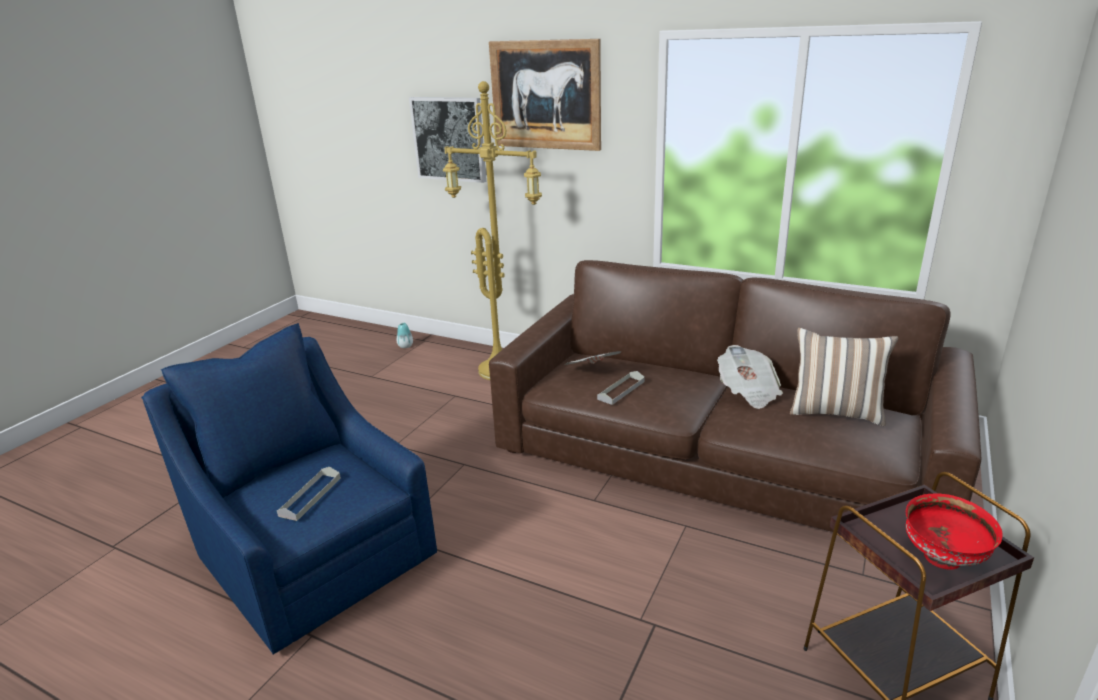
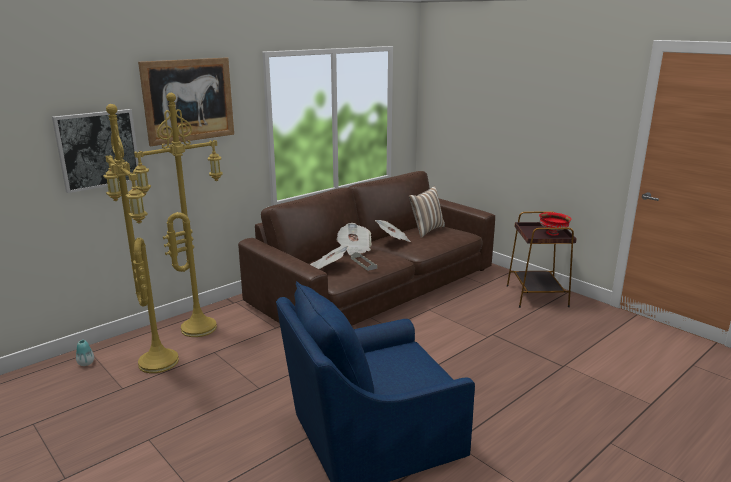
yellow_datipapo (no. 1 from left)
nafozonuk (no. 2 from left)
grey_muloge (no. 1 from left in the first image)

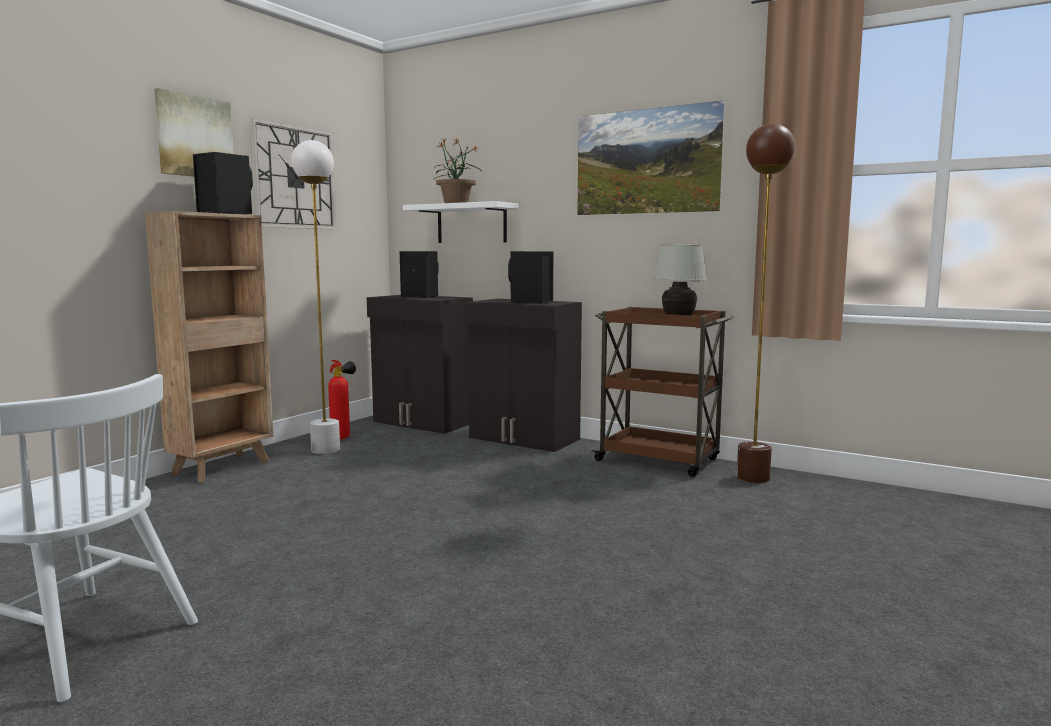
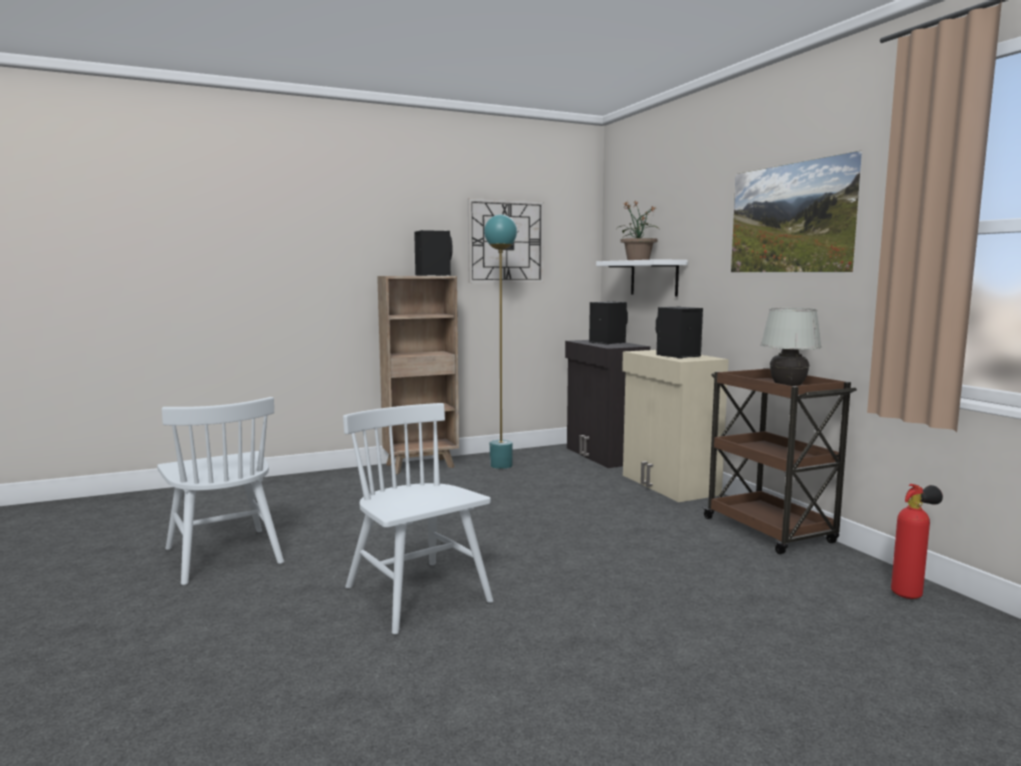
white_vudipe (no. 2 from left)
turquoise_datipapo
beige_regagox
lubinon
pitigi (no. 1 from left in the first image)
brown_datipapo

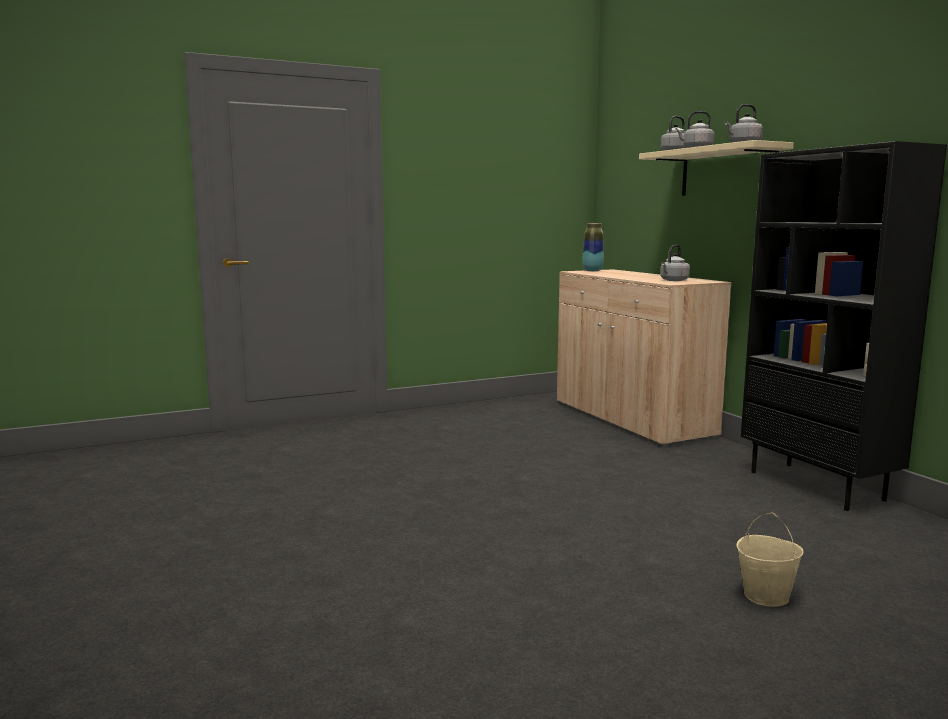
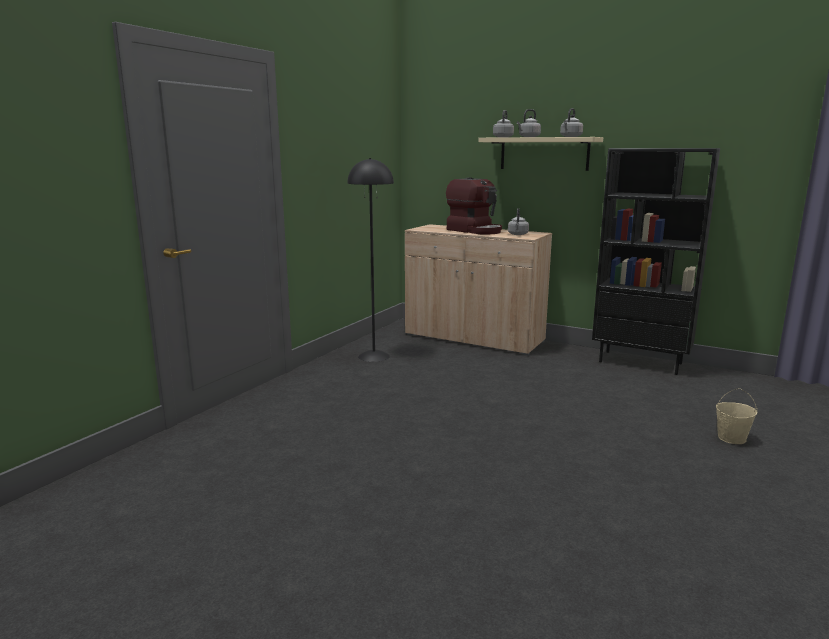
black_datipapo
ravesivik
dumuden

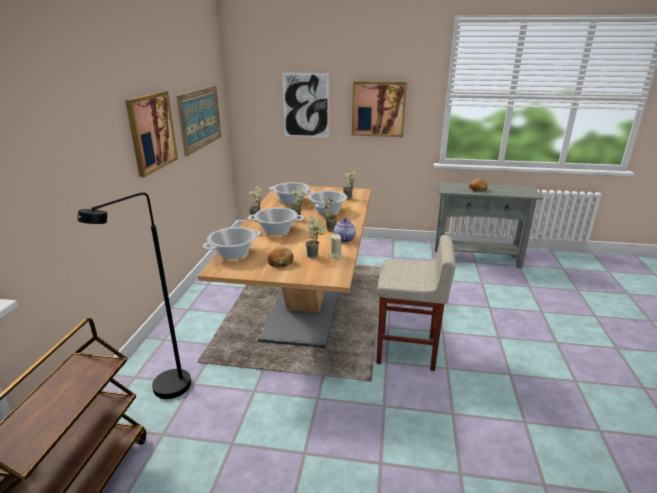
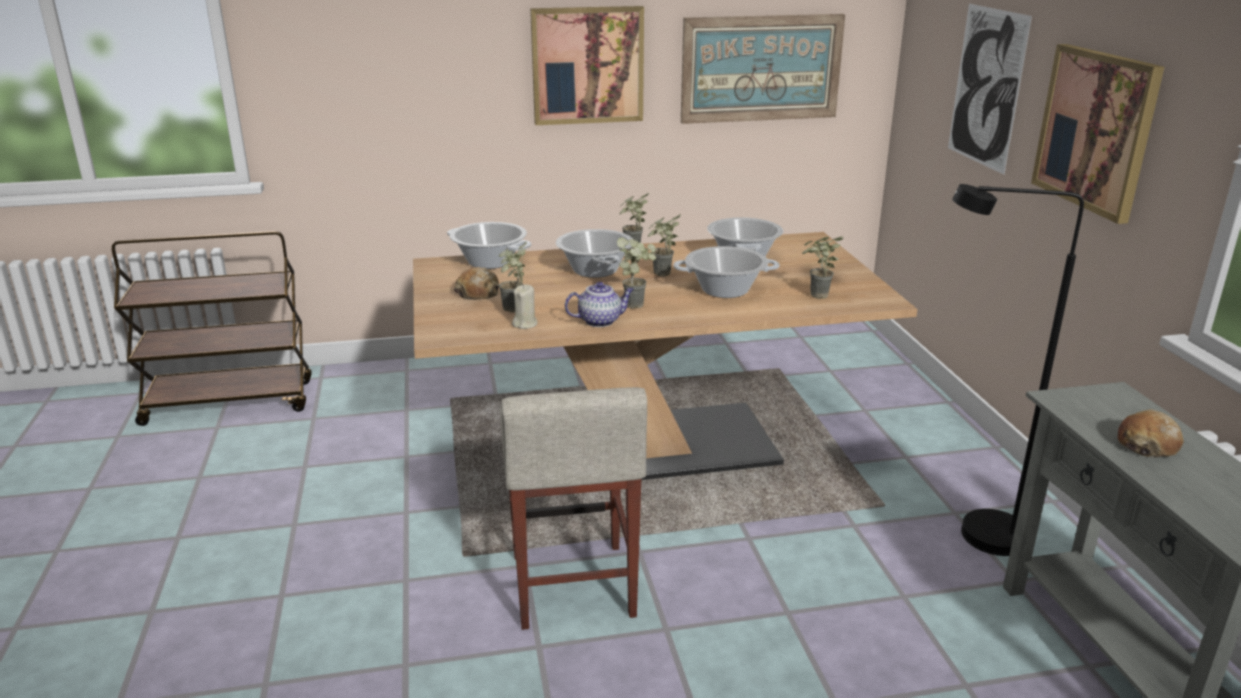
black_datipapo

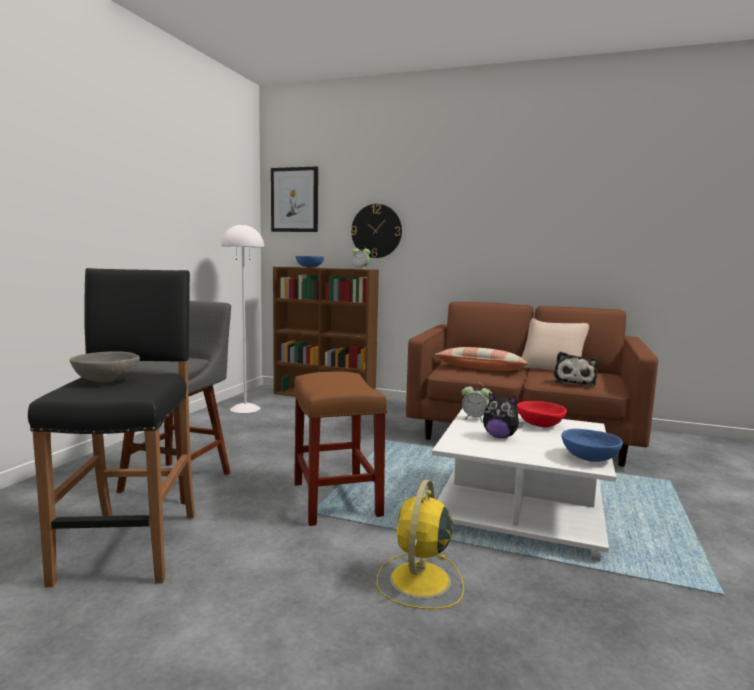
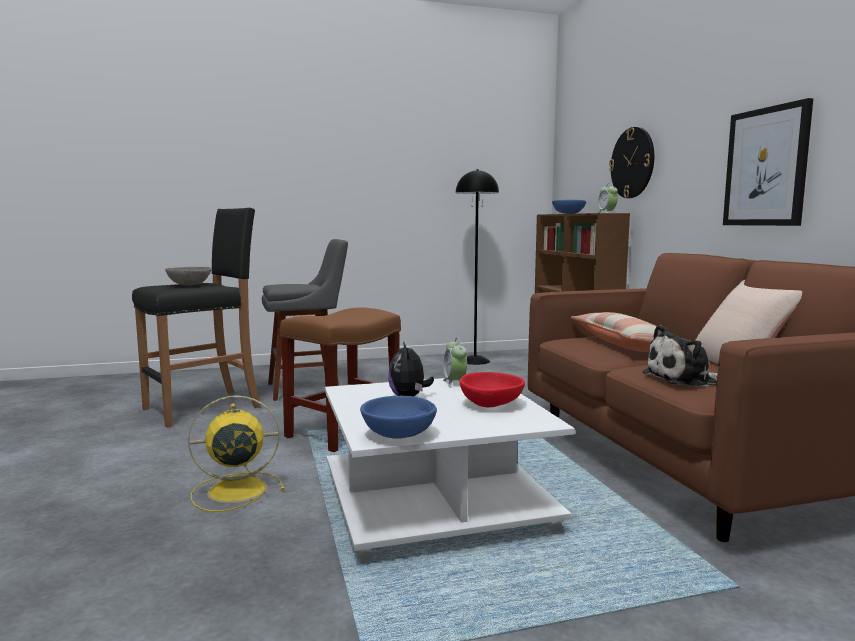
black_datipapo
pitigi

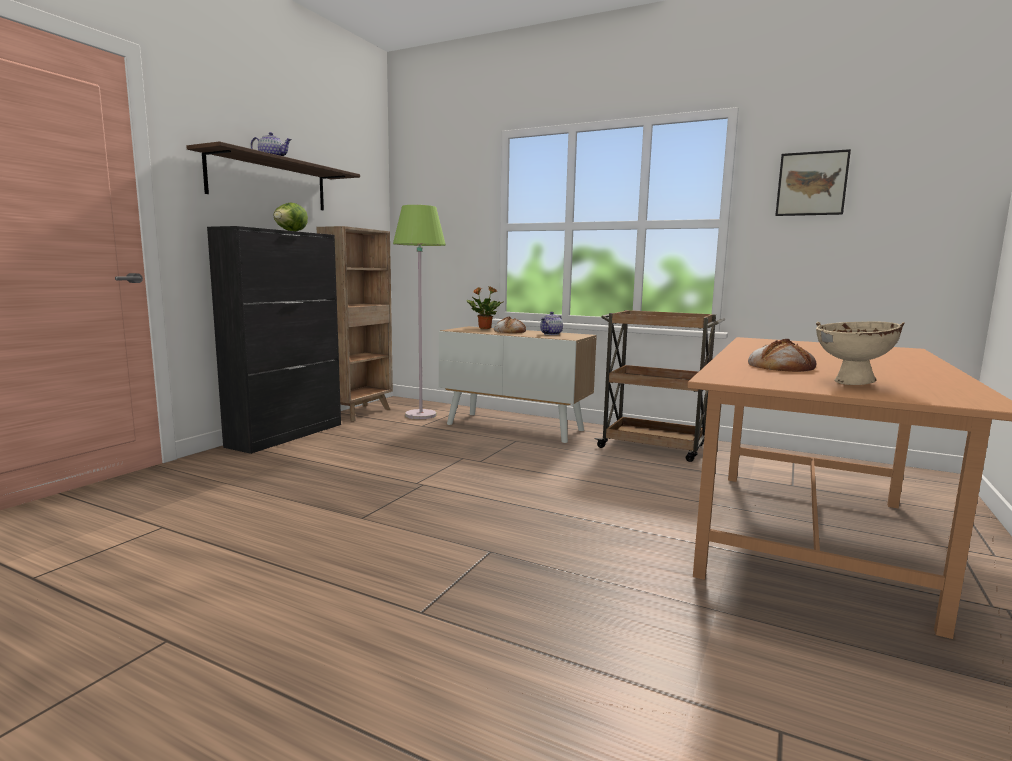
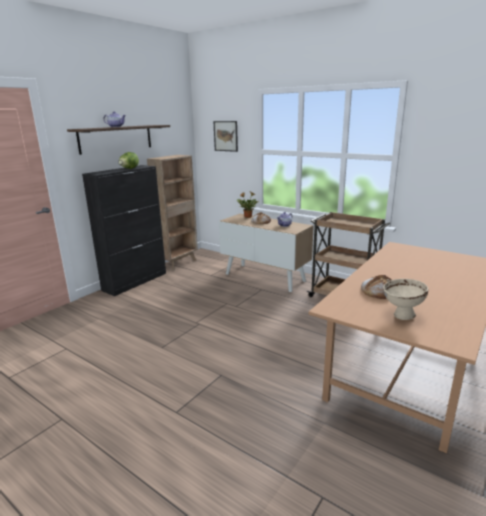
pitigi
green_datipapo

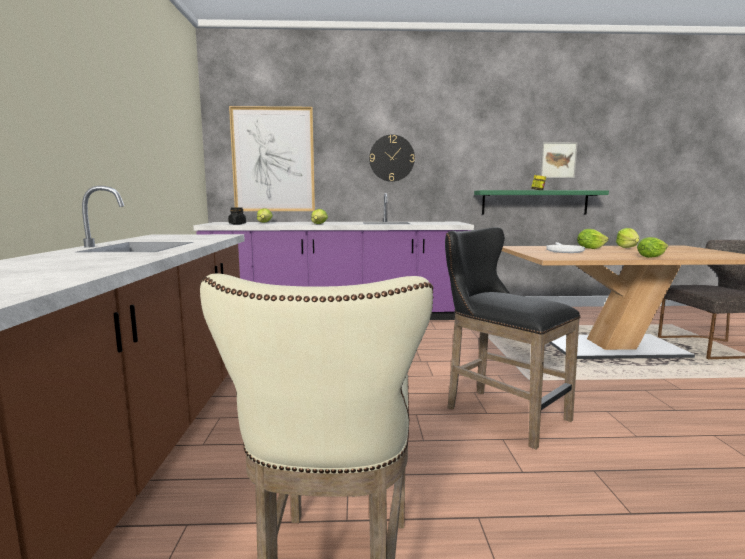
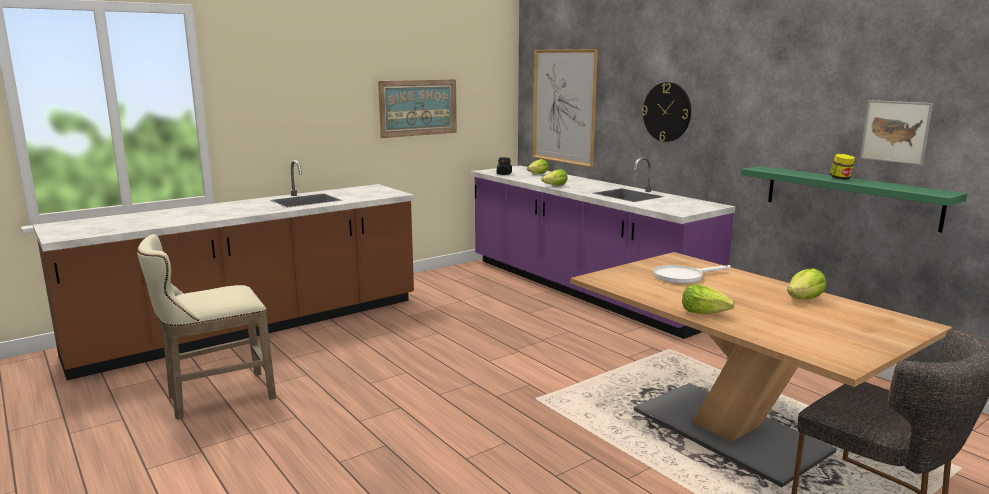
pitigi (no. 1 from left)
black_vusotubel
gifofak (no. 3 from left in the first image)

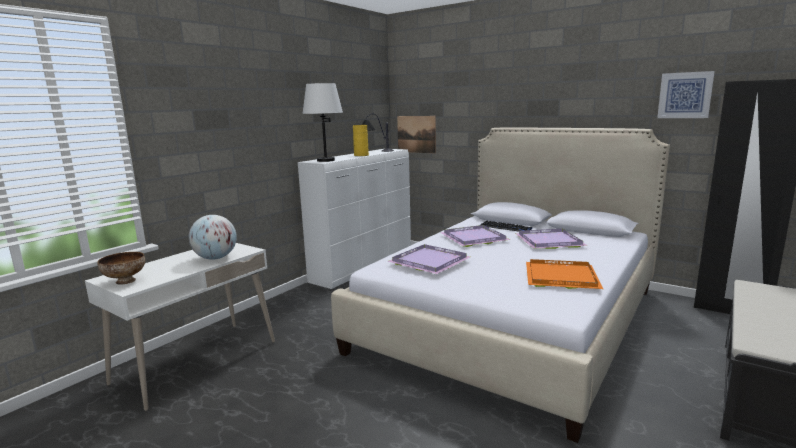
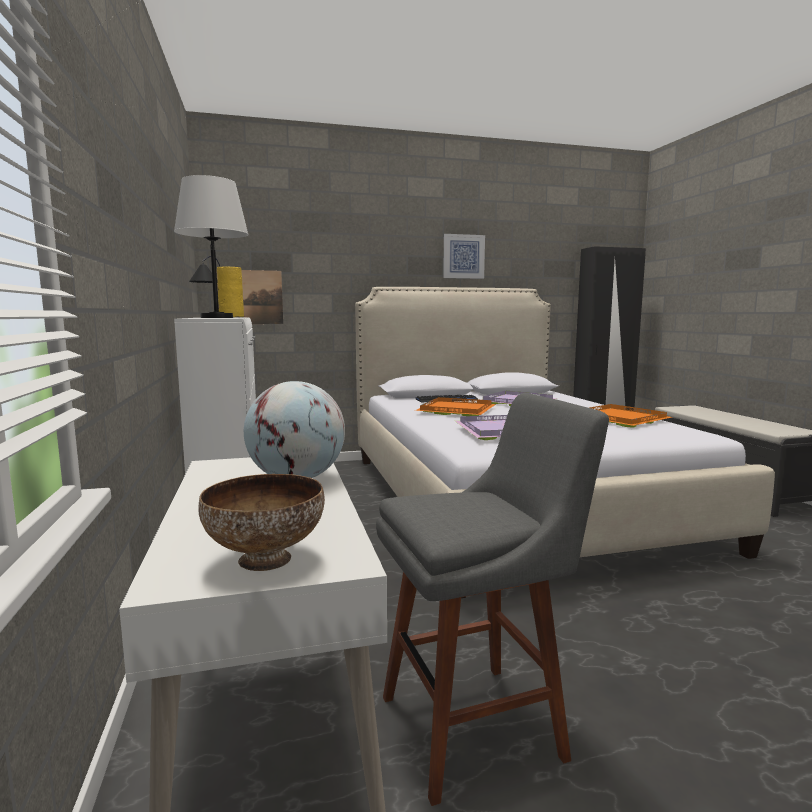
grey_vusotubel
orange_muloge (no. 1 from left)
pitigi (no. 2 from left)

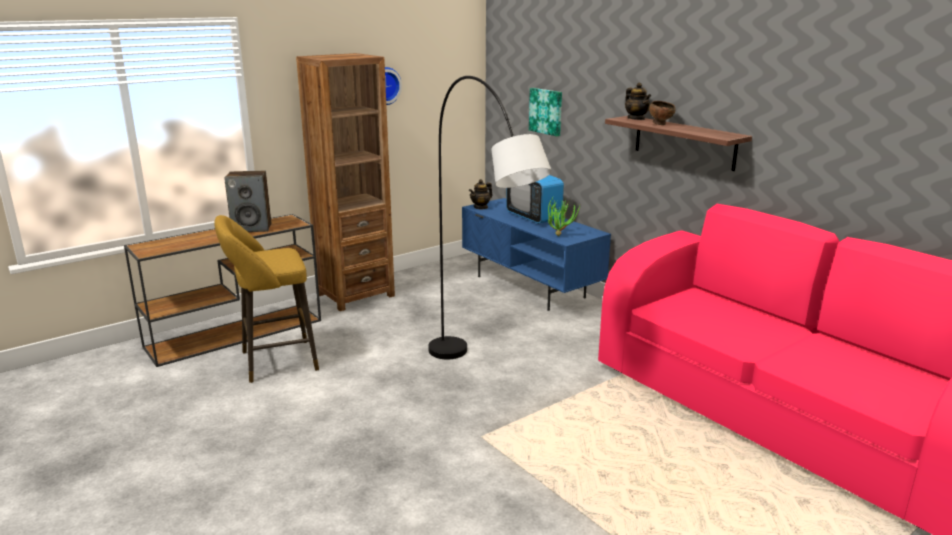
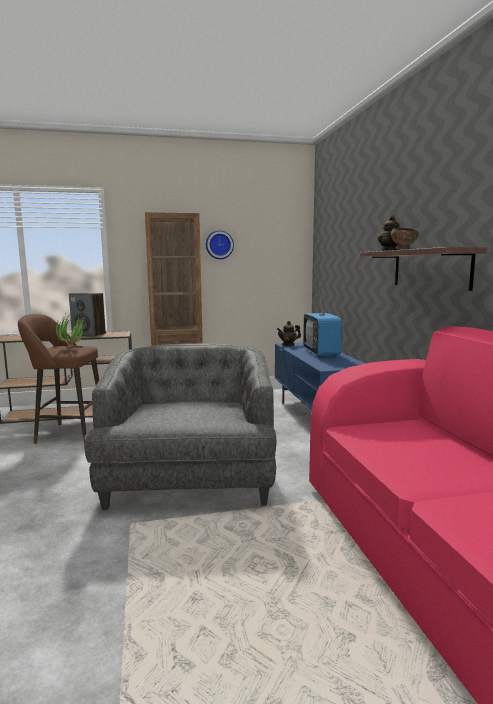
brown_vusotubel
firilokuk
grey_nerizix
pitigi

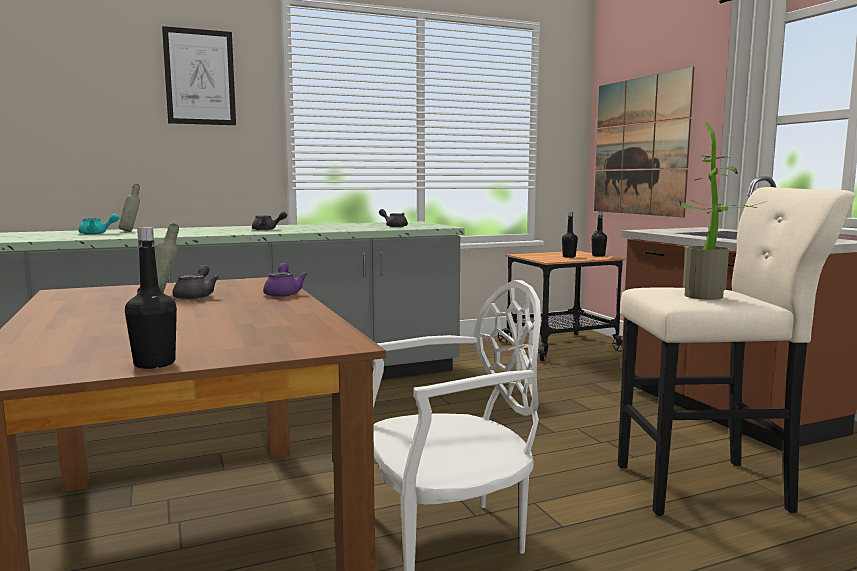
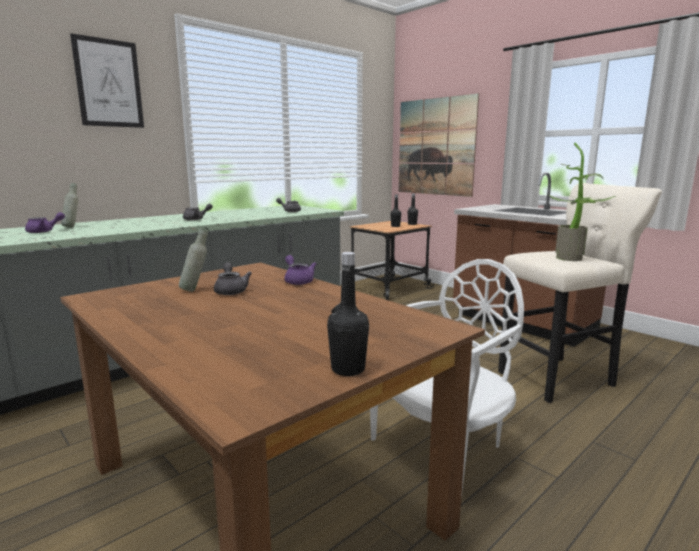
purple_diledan (no. 1 from left)

